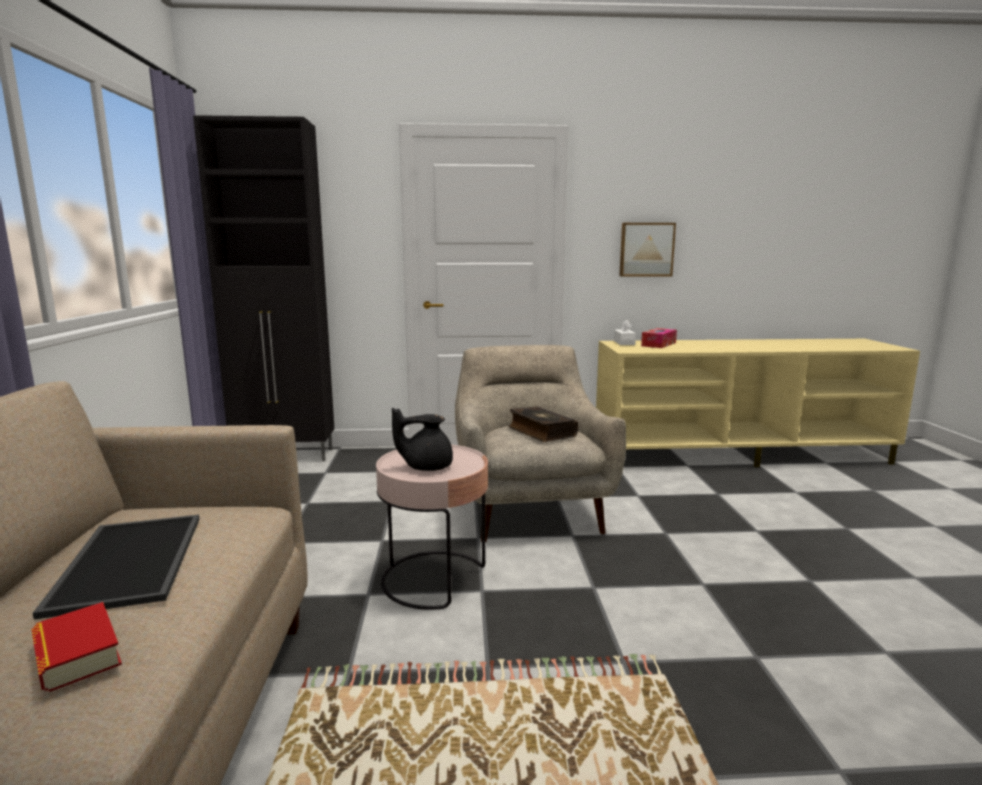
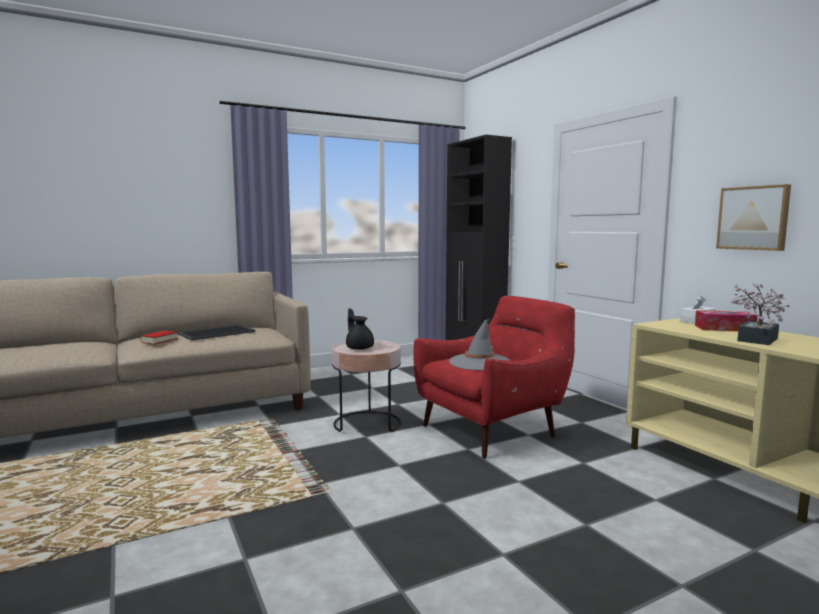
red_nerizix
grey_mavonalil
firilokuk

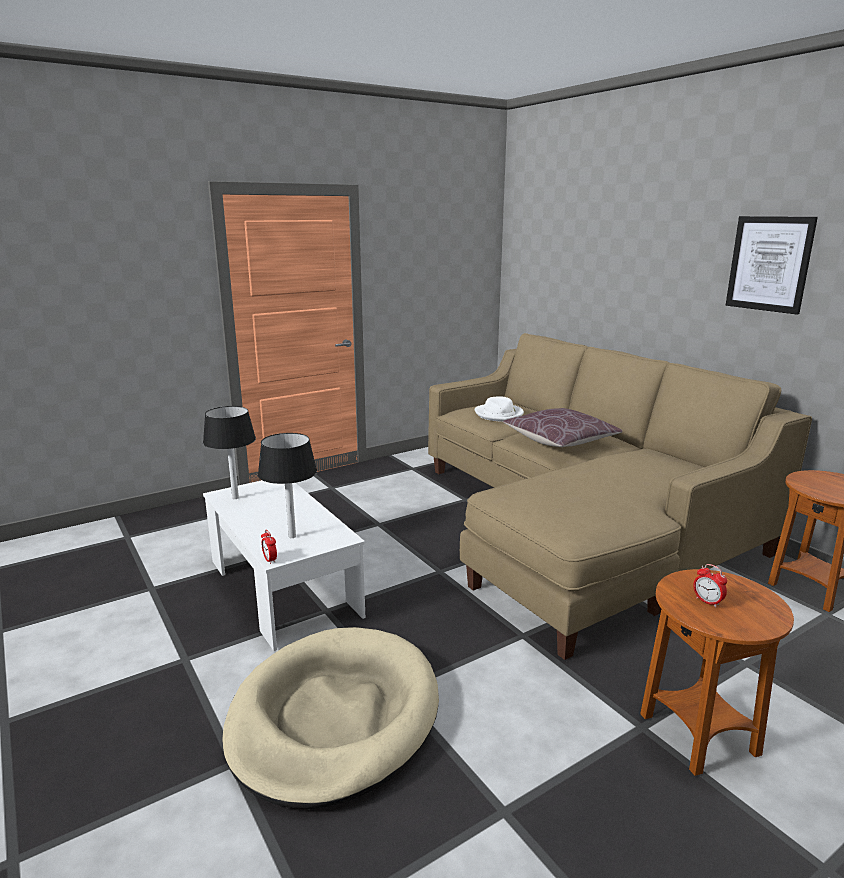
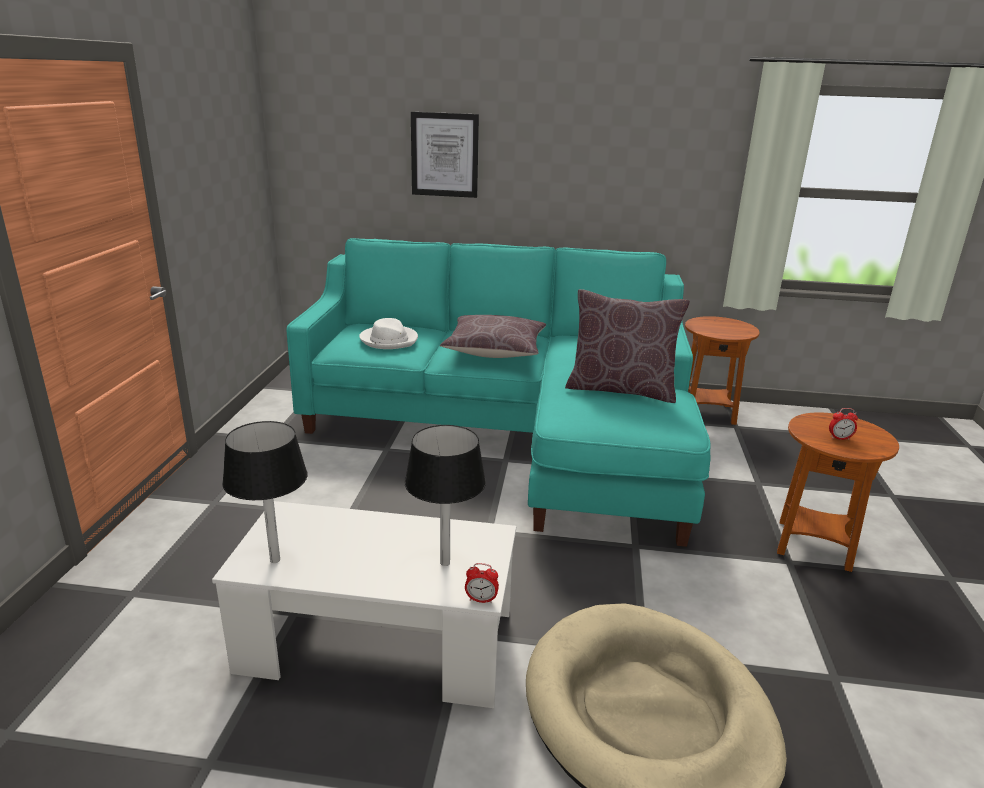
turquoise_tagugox
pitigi
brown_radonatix (no. 2 from left)

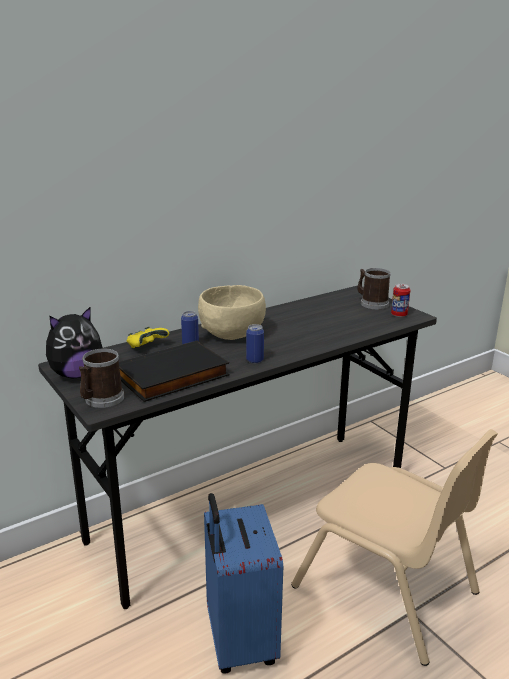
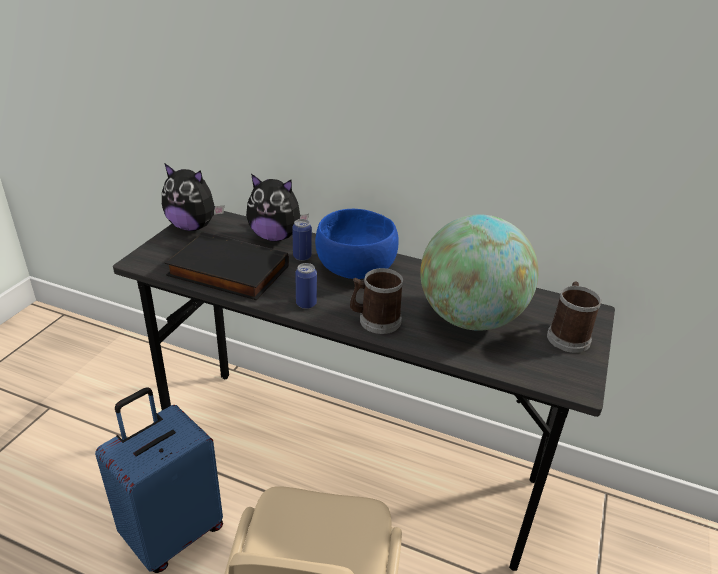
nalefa (no. 2 from left)
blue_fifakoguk
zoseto (no. 1 from left)
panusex
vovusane (no. 3 from left in the first image)

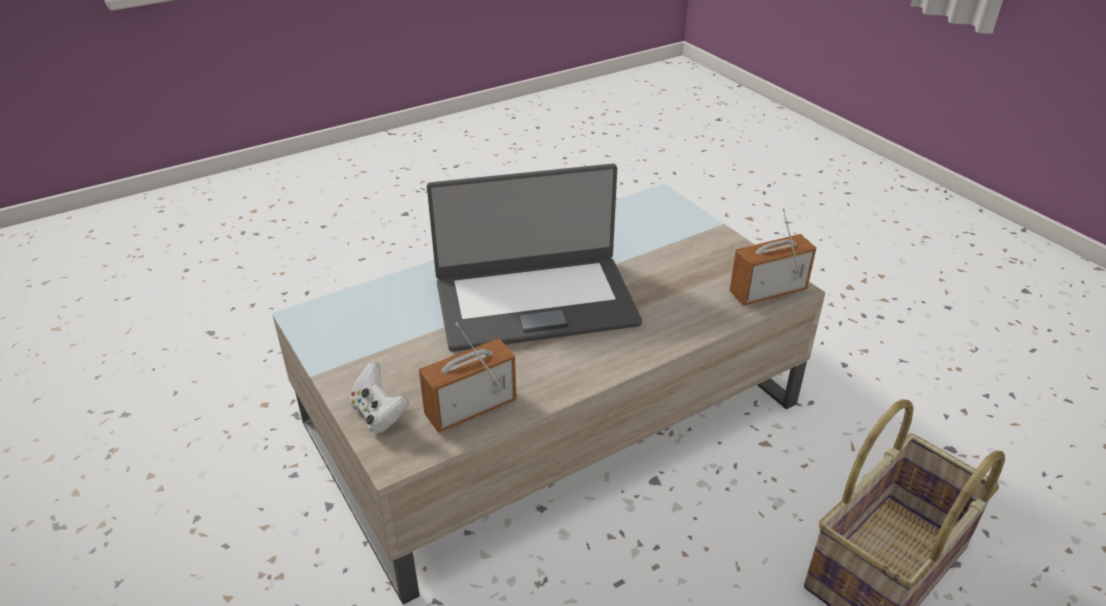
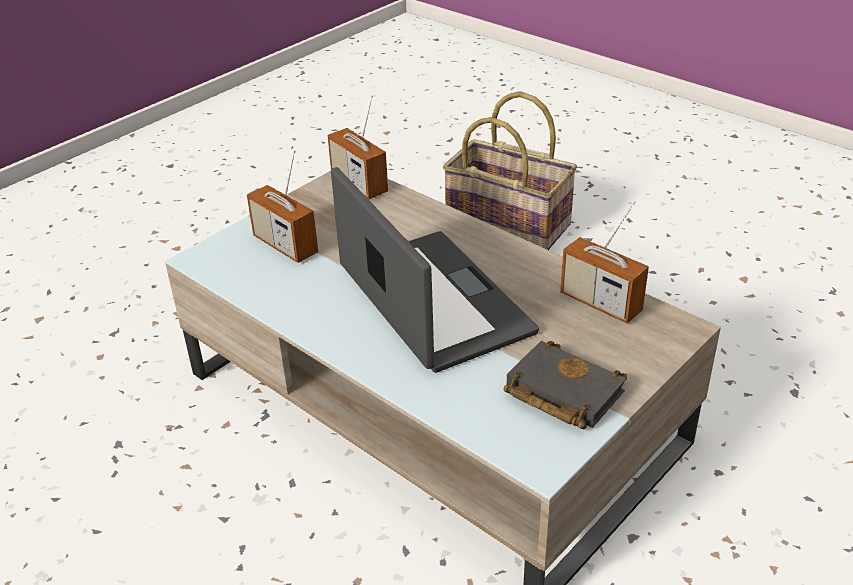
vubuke (no. 1 from left)
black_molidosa
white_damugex

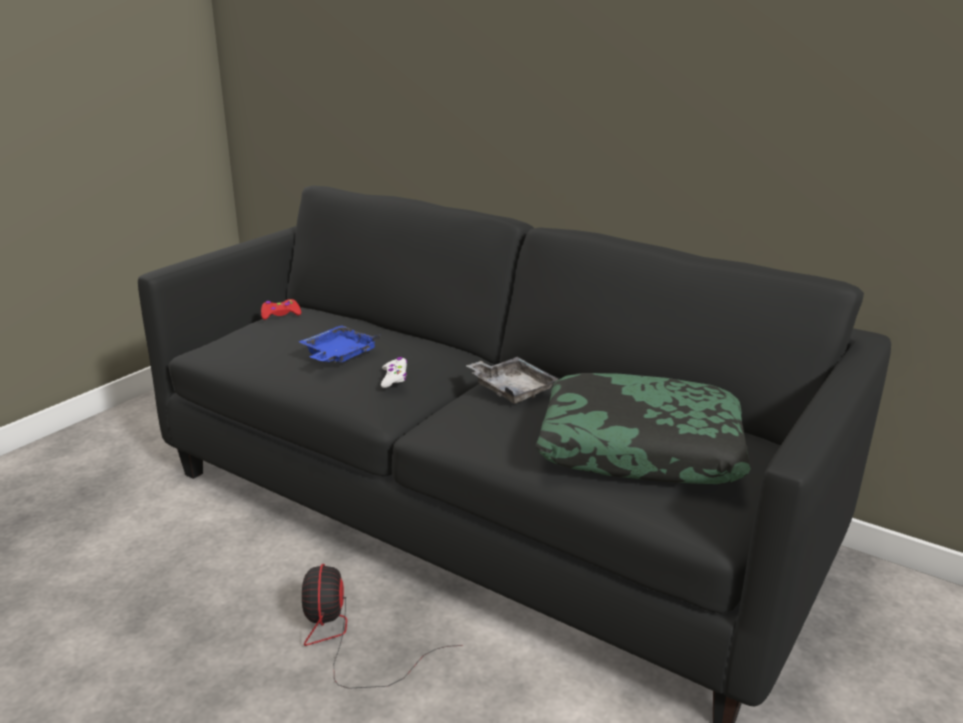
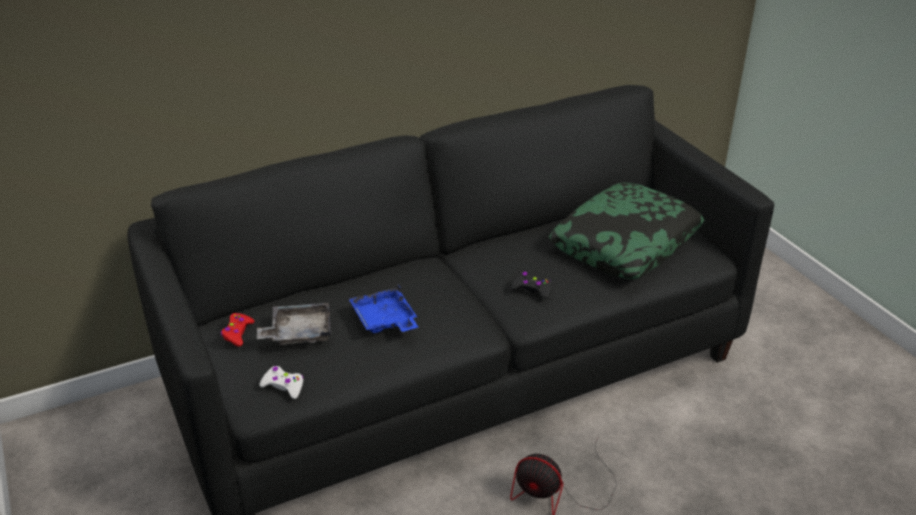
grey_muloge
white_damugex
black_damugex

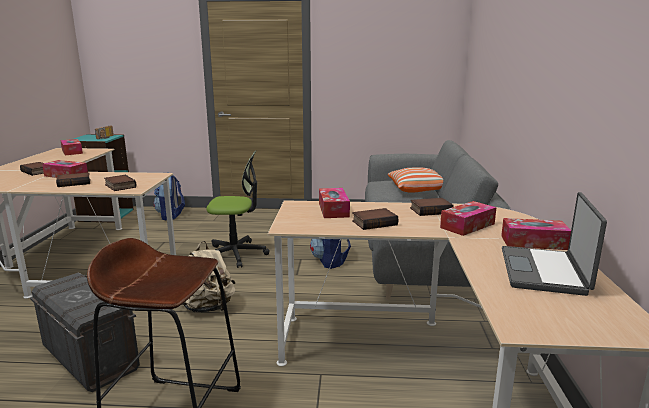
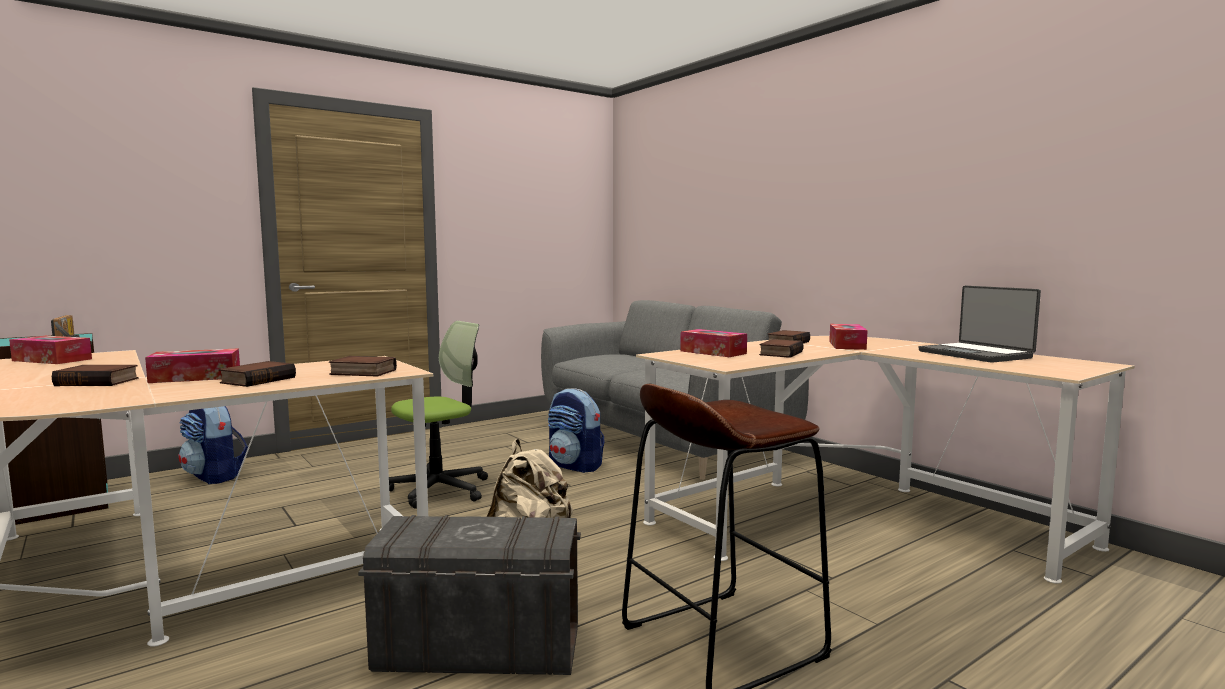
radonatix
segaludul (no. 5 from left in the first image)

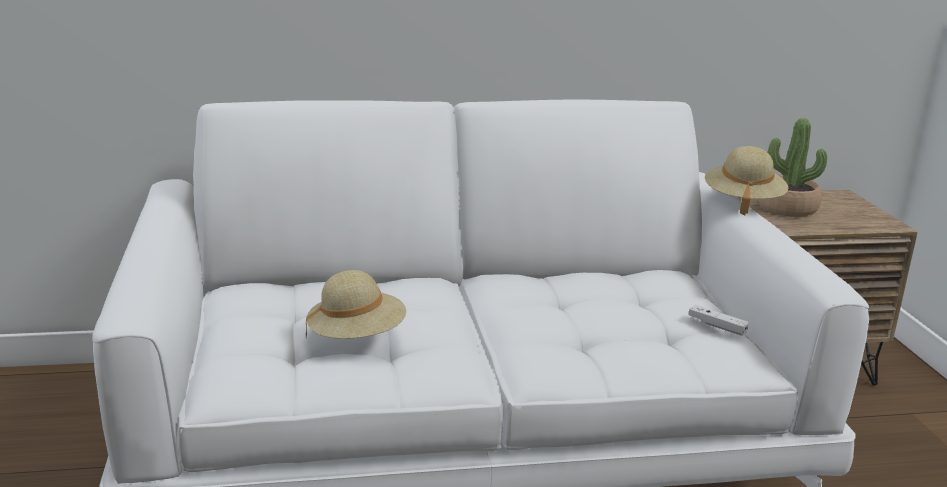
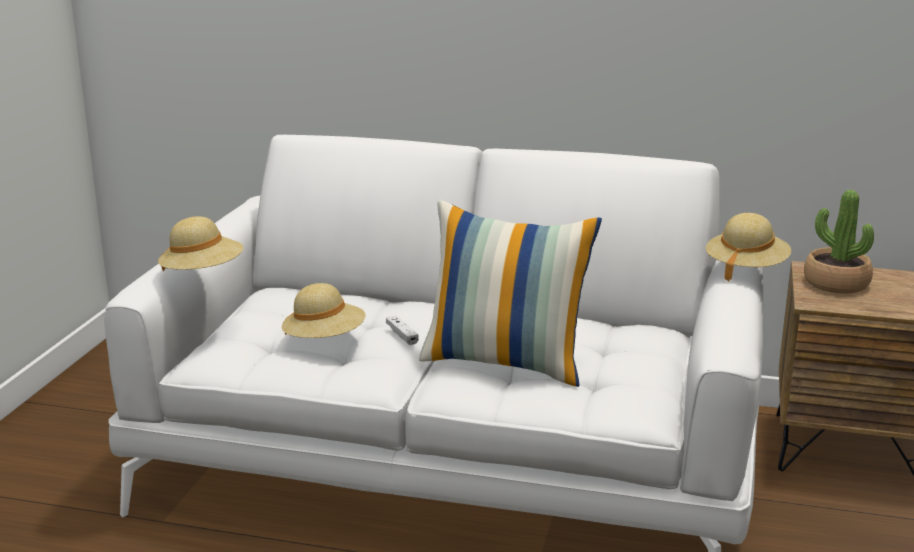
beige_mavonalil (no. 1 from left)
white_damugex
radonatix

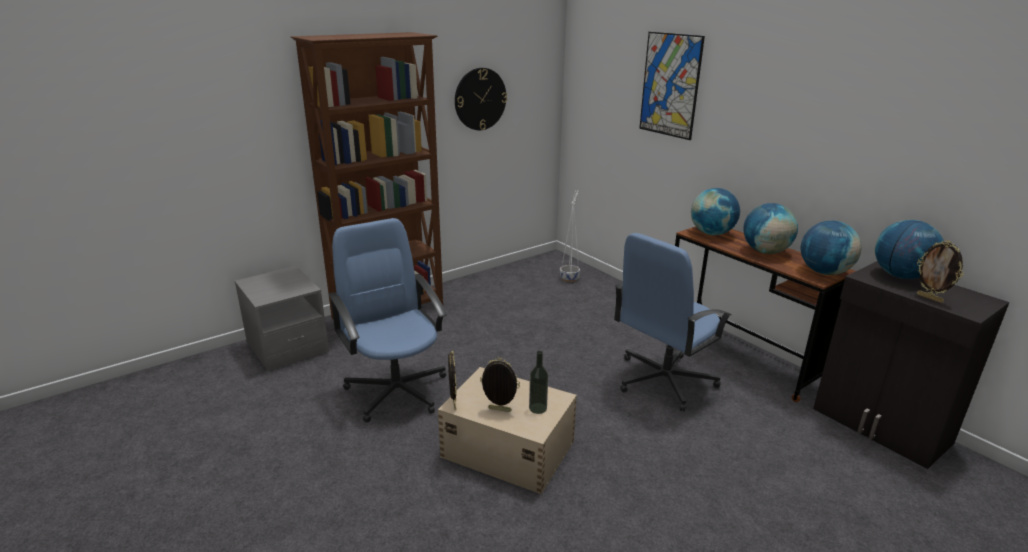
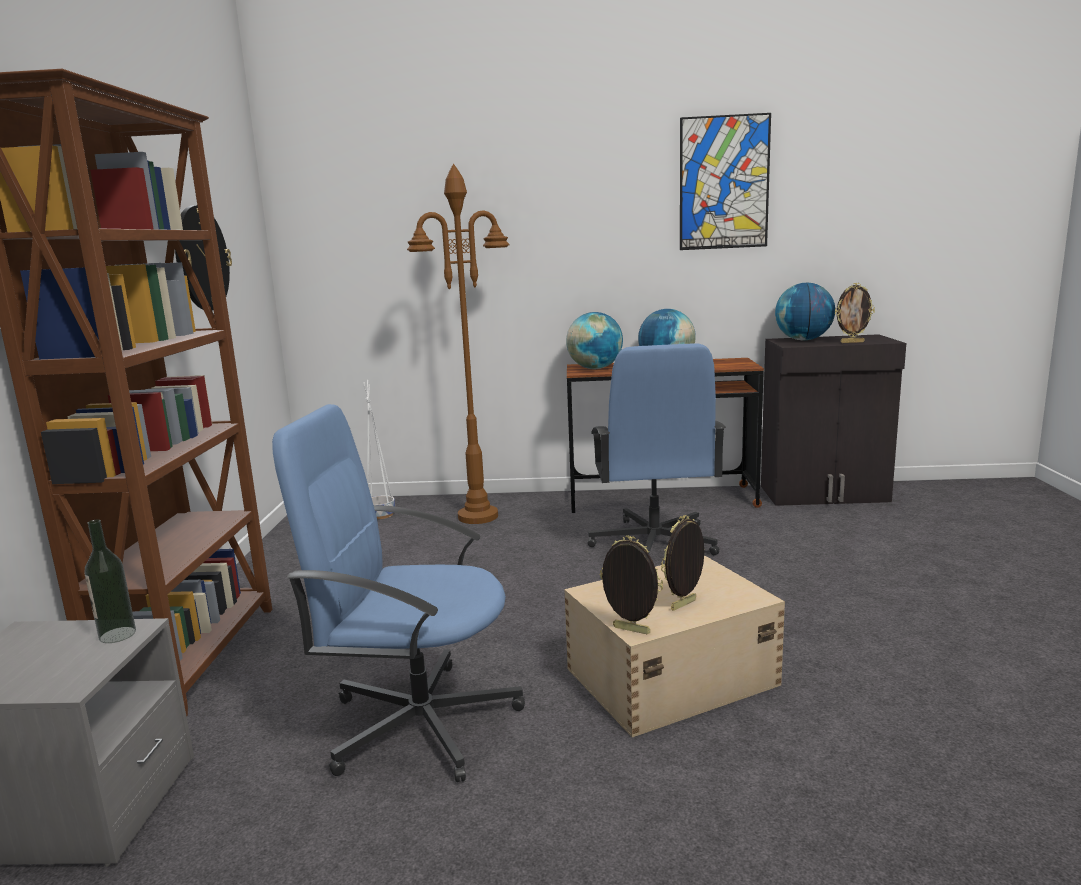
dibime
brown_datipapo
pitigi
panusex (no. 3 from left in the first image)

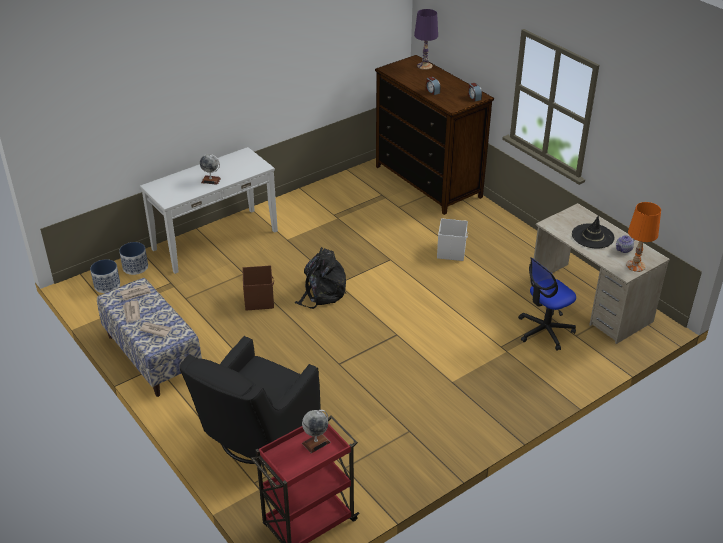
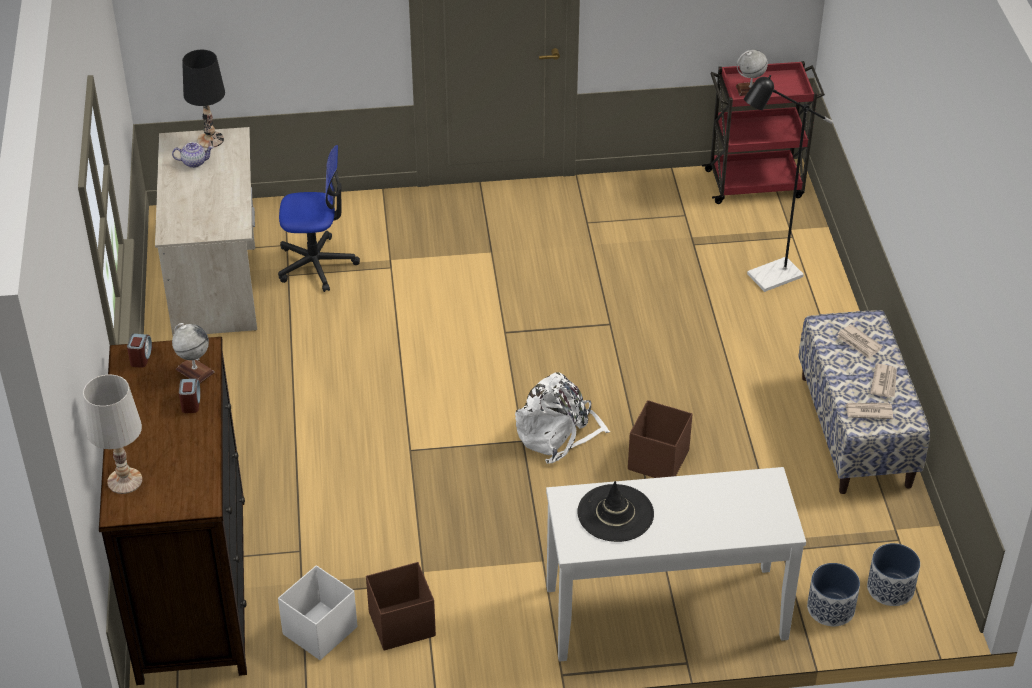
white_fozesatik
panusex (no. 1 from left)
black_fozesatik
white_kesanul
brown_kesanul (no. 1 from left)
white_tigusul
black_mavonalil
black_datipapo

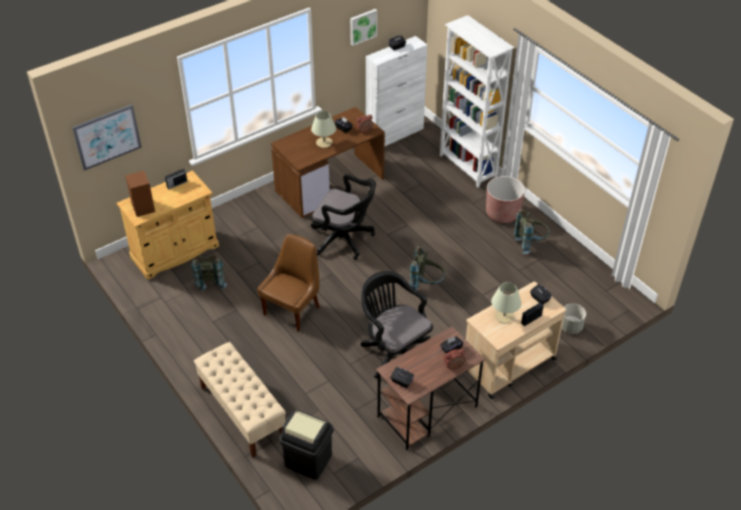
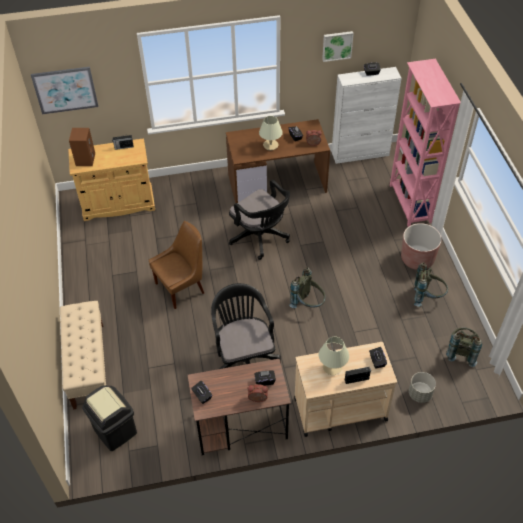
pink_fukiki
grey_tigusul (no. 3 from left)

